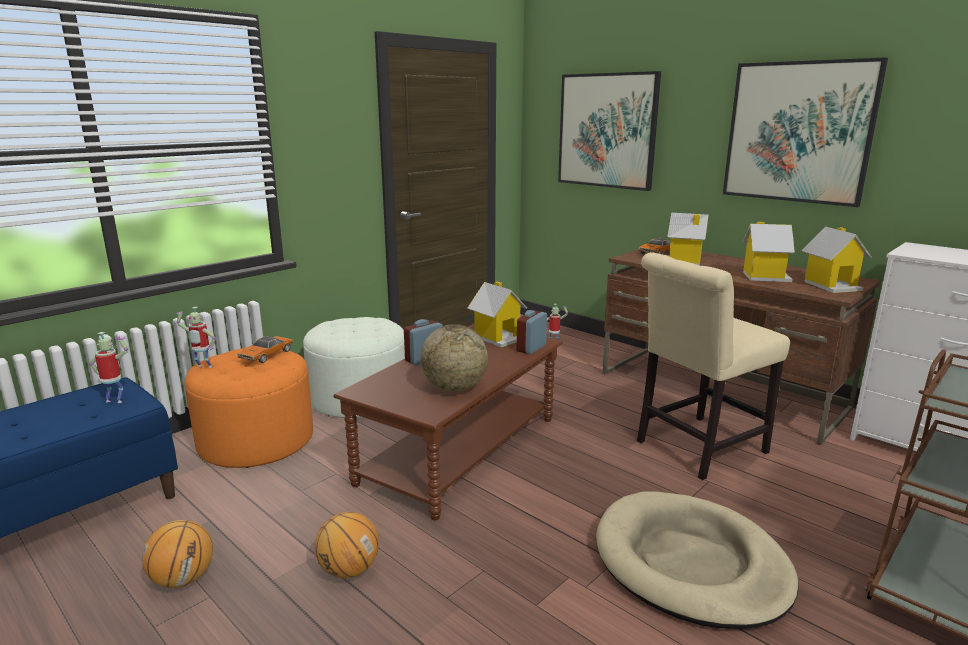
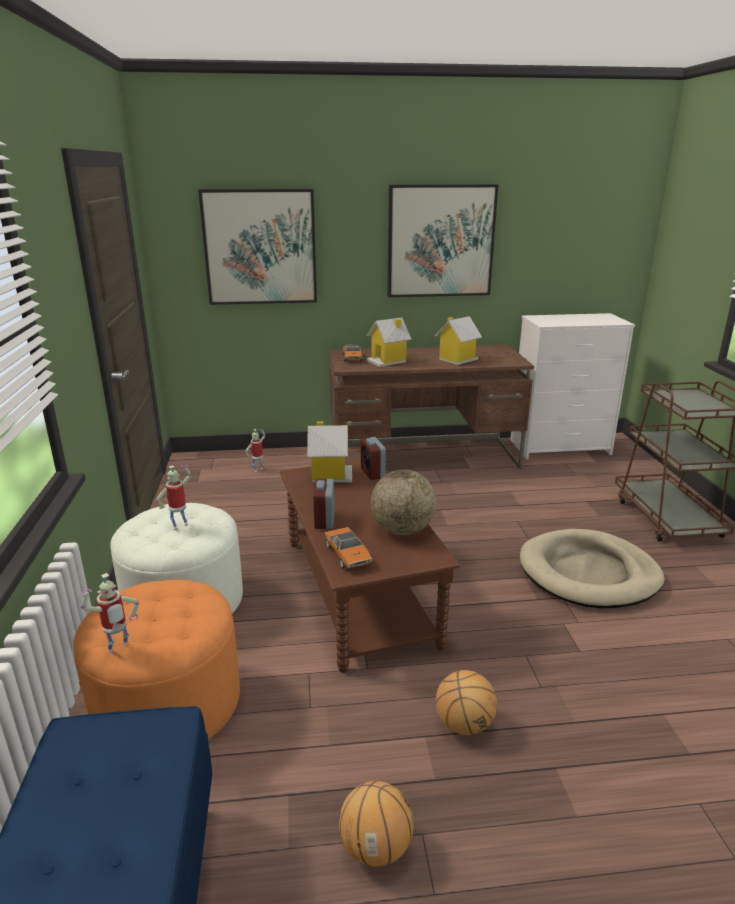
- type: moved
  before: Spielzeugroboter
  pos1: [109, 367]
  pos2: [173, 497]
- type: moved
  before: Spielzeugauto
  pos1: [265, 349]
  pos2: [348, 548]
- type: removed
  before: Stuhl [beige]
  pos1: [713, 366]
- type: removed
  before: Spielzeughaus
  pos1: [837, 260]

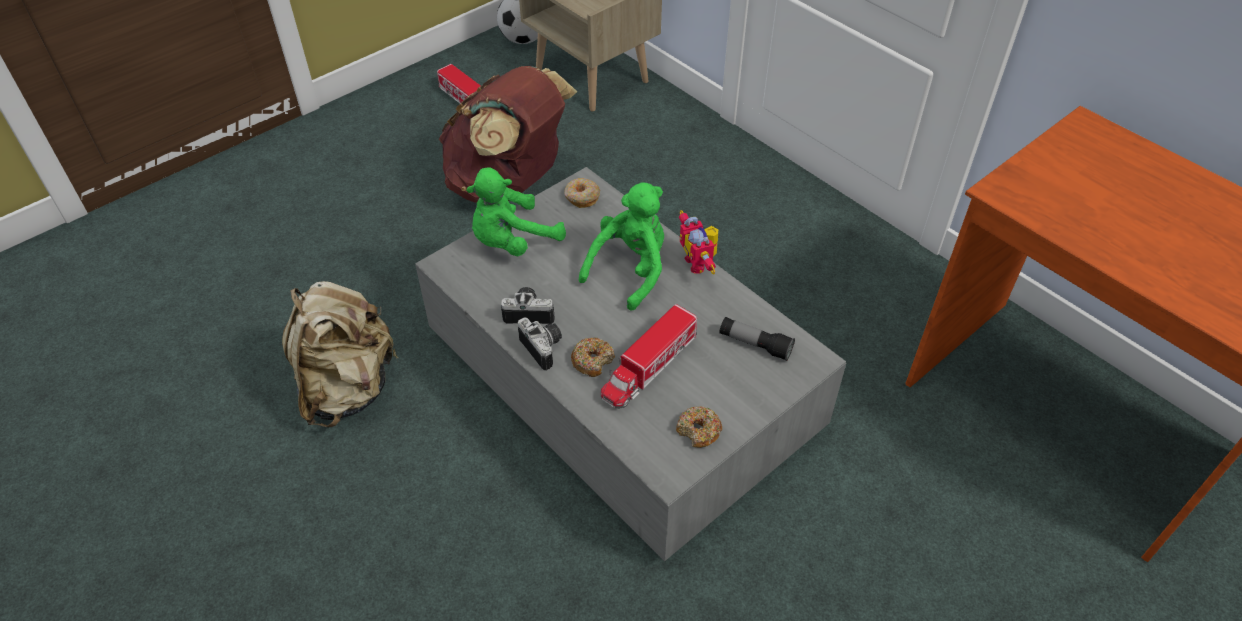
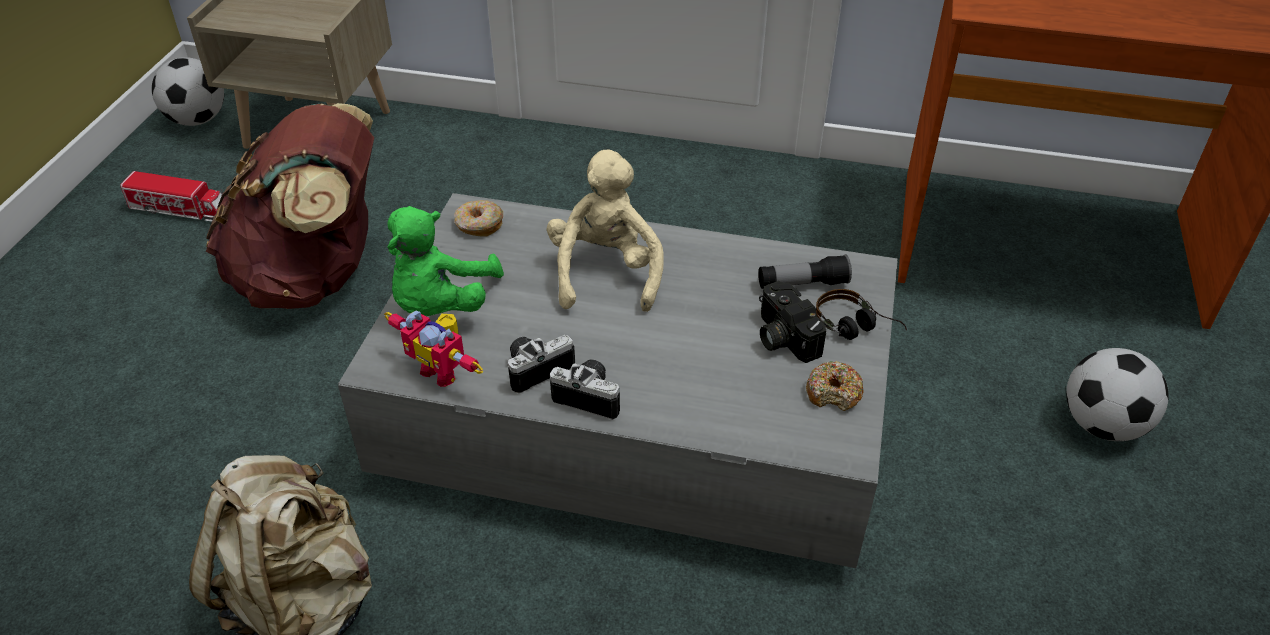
- type: moved
  before: Spielzeugroboter
  pos1: [698, 242]
  pos2: [433, 349]
- type: recoloured
  before: Plüschtier [grün]
  after: Plüschtier [beige]
  pos1: [621, 246]
  pos2: [605, 231]
- type: added
  after: Kamera
  pos2: [792, 322]
- type: added
  after: Kopfhörer
  pos2: [861, 314]
- type: added
  after: Fußball
  pos2: [1117, 394]
- type: removed
  before: Donut
  pos1: [593, 357]
- type: removed
  before: Spielzeuglaster
  pos1: [649, 356]

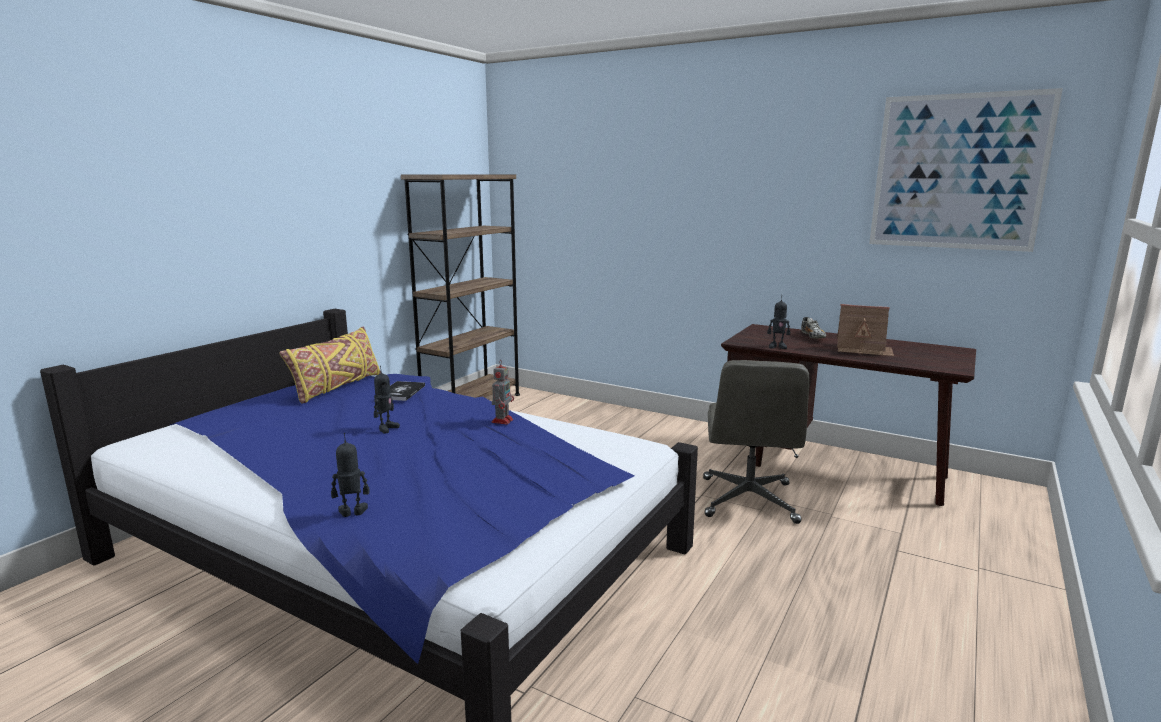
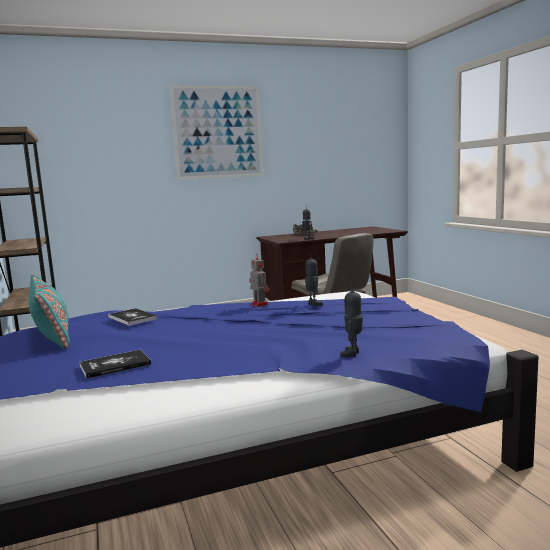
- type: recoloured
  before: Kissen [gelb]
  after: Kissen [türkis]
  pos1: [330, 365]
  pos2: [48, 312]
- type: added
  after: Buch
  pos2: [115, 364]
- type: moved
  before: Bild
  pos1: [966, 170]
  pos2: [216, 132]
- type: moved
  before: Spielzeugroboter
  pos1: [387, 399]
  pos2: [314, 279]
- type: removed
  before: Spielzeughaus
  pos1: [865, 330]

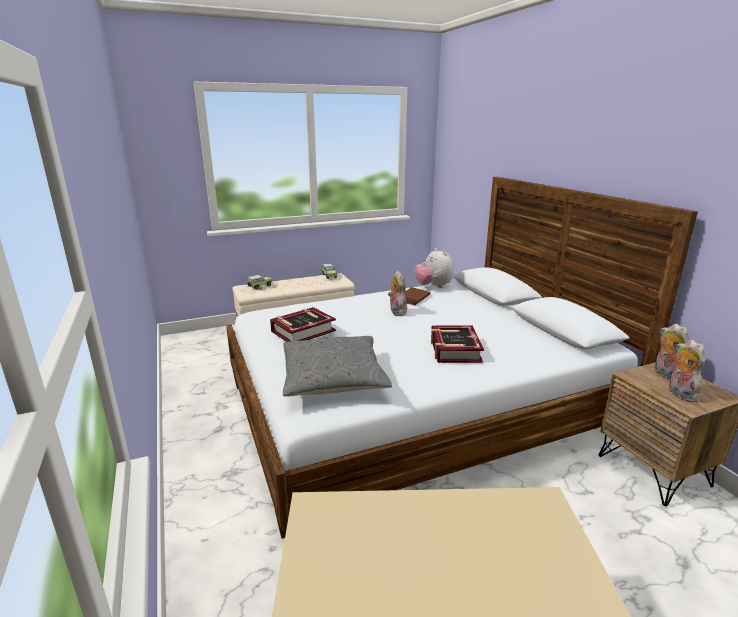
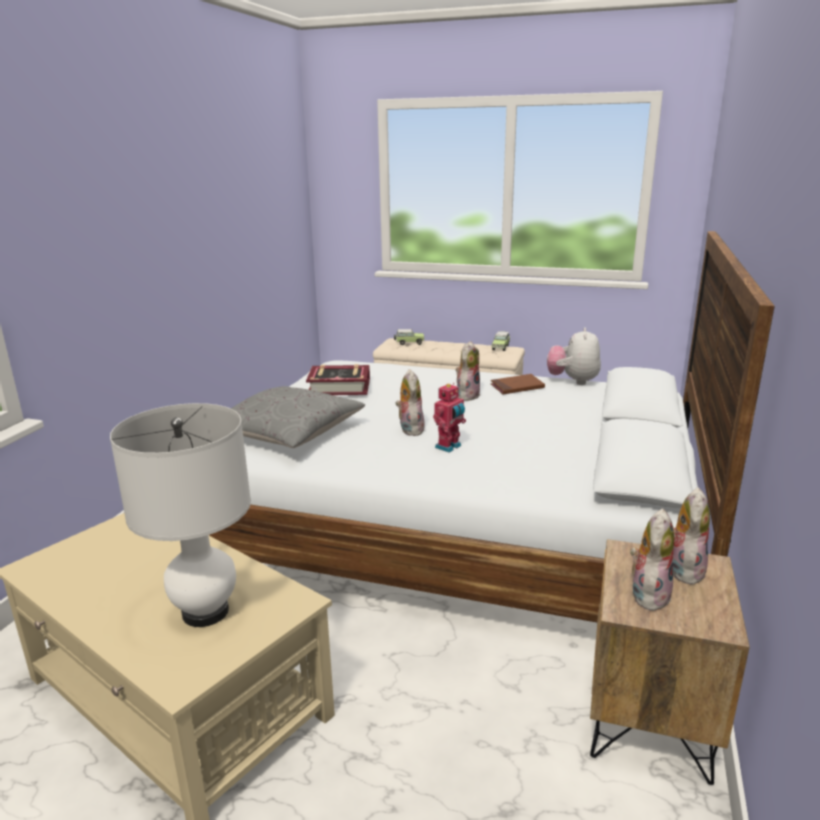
- type: added
  after: Tischlampe [weiß]
  pos2: [180, 515]
- type: added
  after: Plüschtier
  pos2: [410, 402]
- type: replaced
  before: Buch
  after: Spielzeugroboter
  pos1: [457, 344]
  pos2: [449, 418]

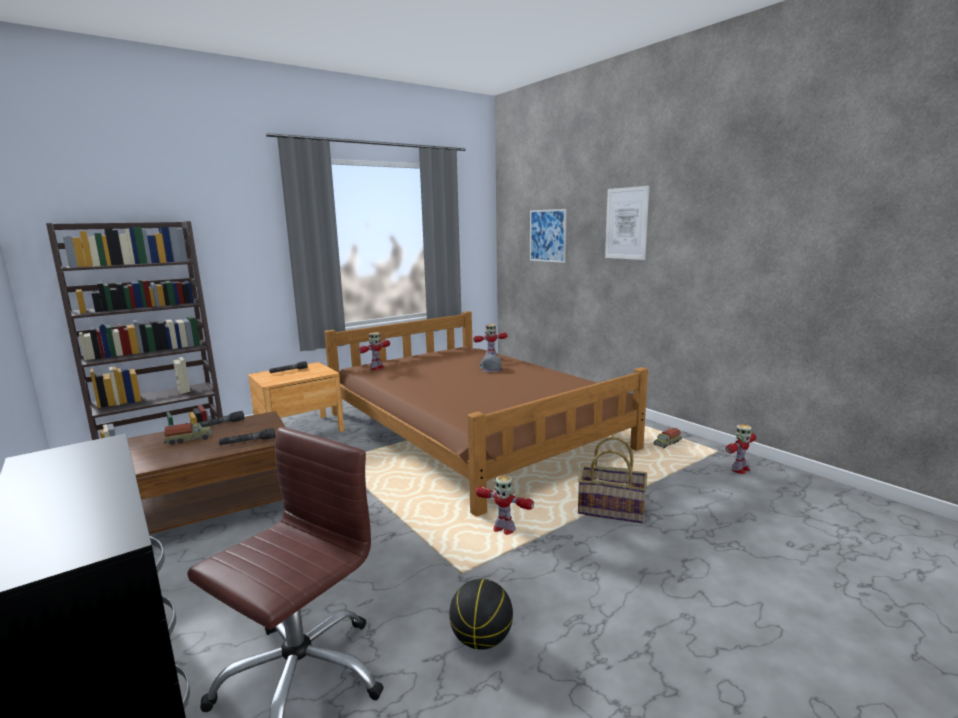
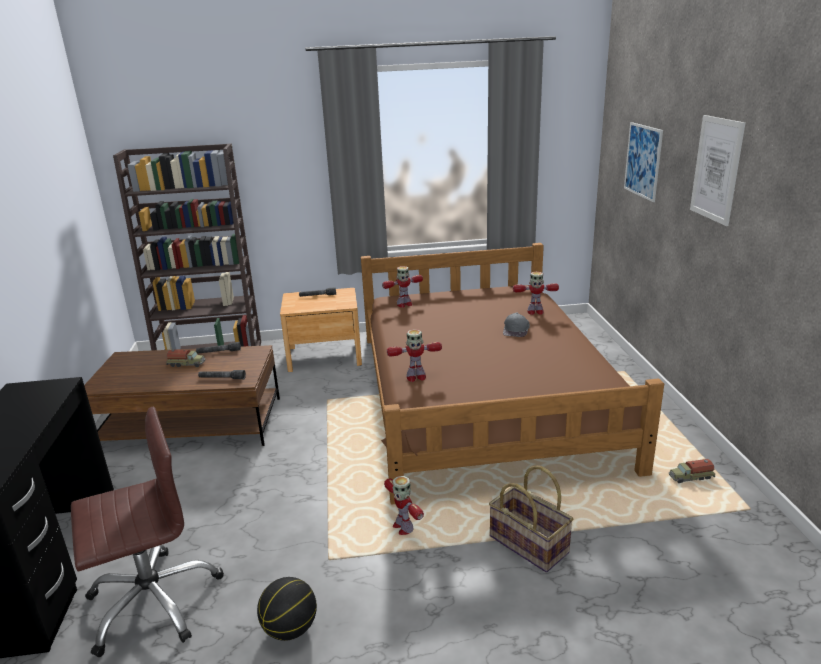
- type: moved
  before: Spielzeugroboter
  pos1: [741, 449]
  pos2: [414, 355]

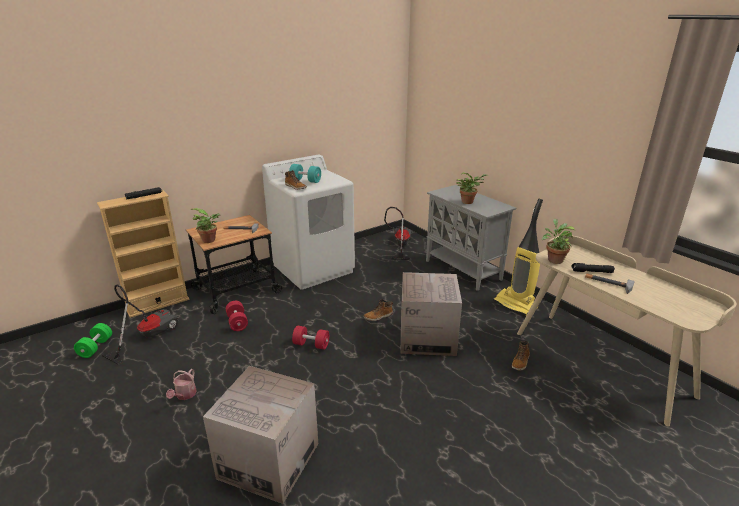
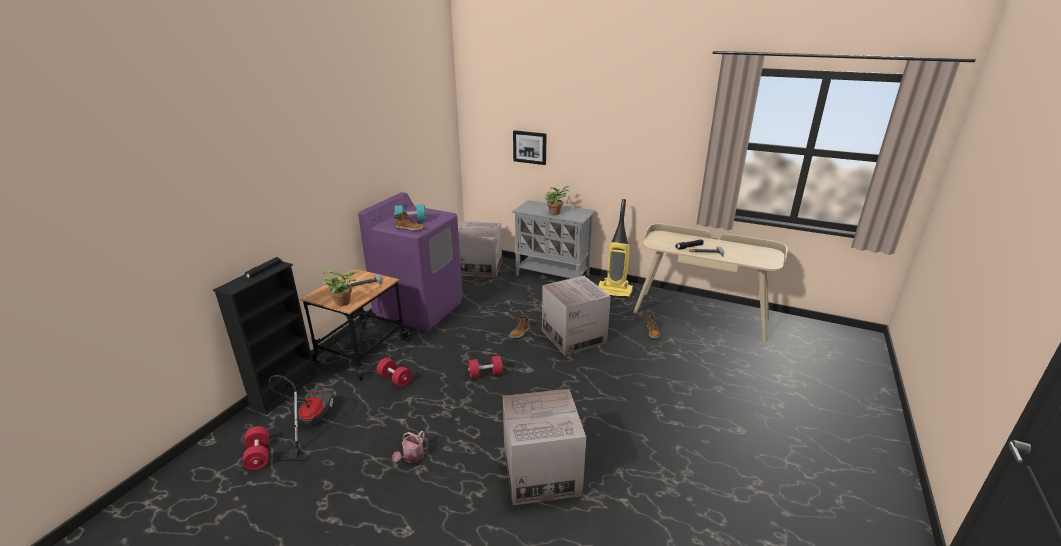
- type: recoloured
  before: Bücherregal [beige]
  after: Bücherregal [schwarz]
  pos1: [143, 254]
  pos2: [265, 338]
- type: recoloured
  before: Hantel [grün]
  after: Hantel [rot]
  pos1: [93, 340]
  pos2: [256, 448]
- type: recoloured
  before: Waschmaschine [weiß]
  after: Waschmaschine [lila]
  pos1: [308, 222]
  pos2: [410, 261]
- type: turned
  before: Gießkanne
  pos1: [181, 384]
  pos2: [409, 447]
  turn: 45
- type: replaced
  before: Staubsauger
  after: Karton
  pos1: [397, 233]
  pos2: [480, 249]
- type: added
  after: Bild
  pos2: [529, 147]
- type: removed
  before: Topfpflanze
  pos1: [558, 241]

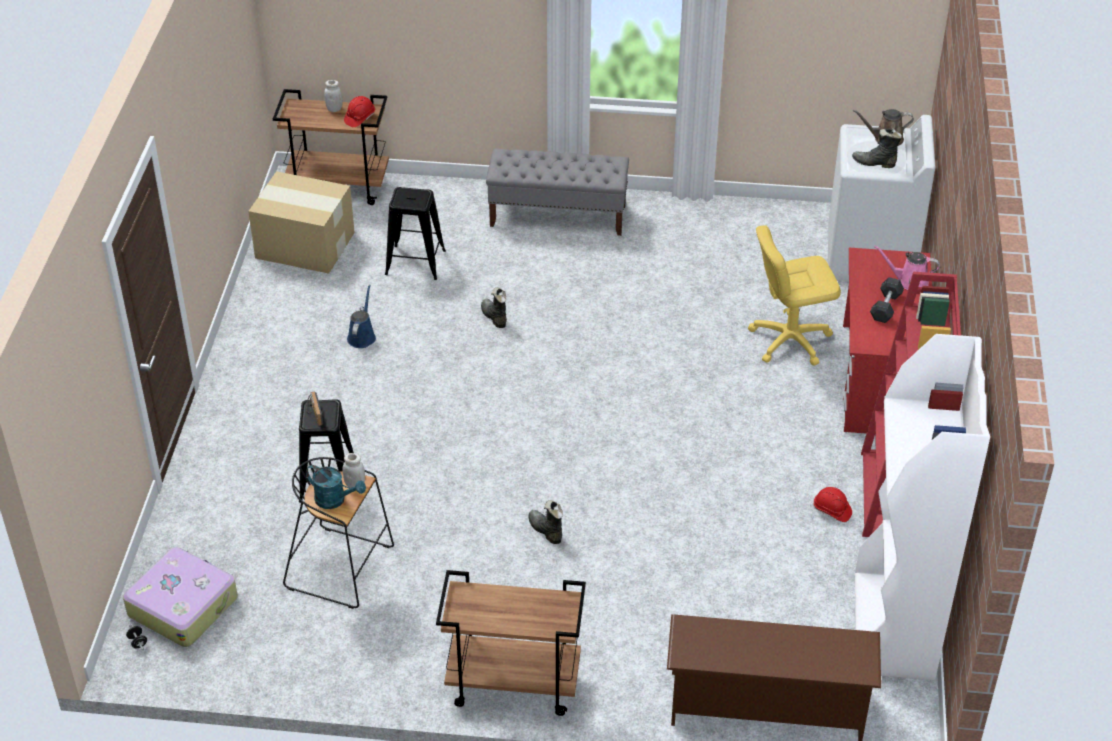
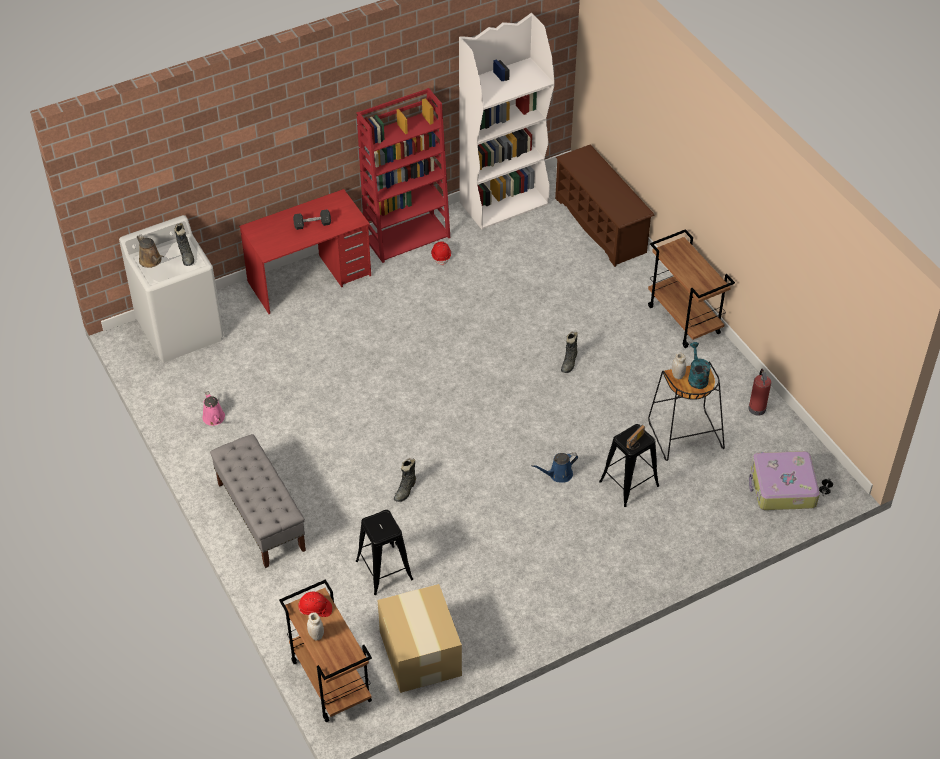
- type: moved
  before: Gießkanne [rosa]
  pos1: [907, 268]
  pos2: [213, 408]
- type: moved
  before: Gießkanne [blau]
  pos1: [361, 316]
  pos2: [555, 467]
- type: added
  after: Feuerlöscher
  pos2: [759, 392]
- type: removed
  before: Bürostuhl [gelb]
  pos1: [794, 295]

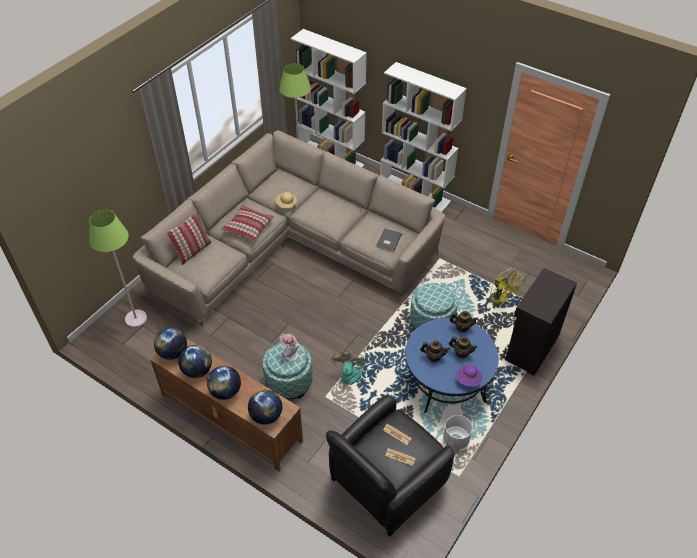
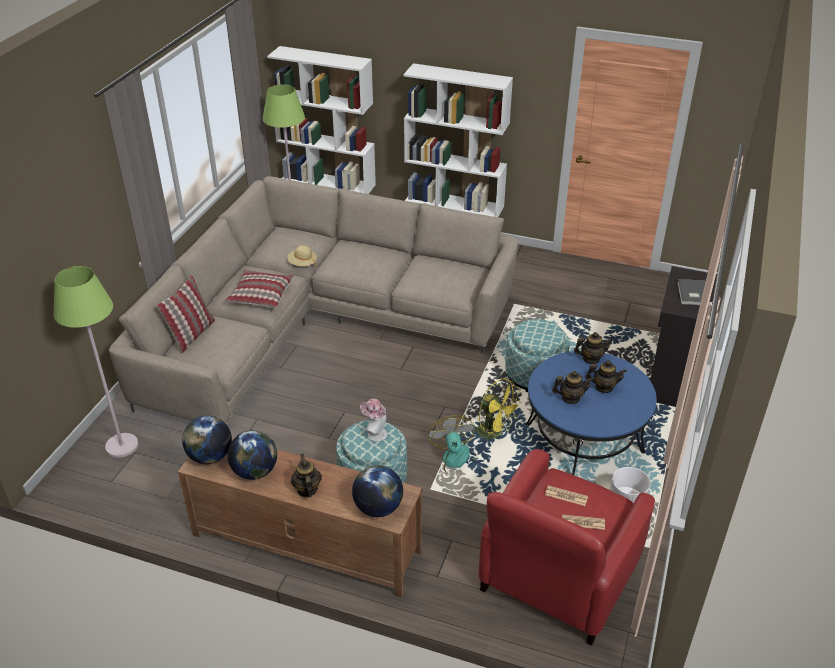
- type: replaced
  before: Globus
  after: Teekanne
  pos1: [224, 383]
  pos2: [306, 476]
- type: moved
  before: Ventilator [gelb]
  pos1: [506, 286]
  pos2: [499, 408]
- type: recoloured
  before: Sessel [schwarz]
  after: Sessel [rot]
  pos1: [390, 465]
  pos2: [567, 547]
- type: moved
  before: Buch [grau]
  pos1: [389, 240]
  pos2: [693, 292]
- type: removed
  before: Hut [lila]
  pos1: [469, 376]

